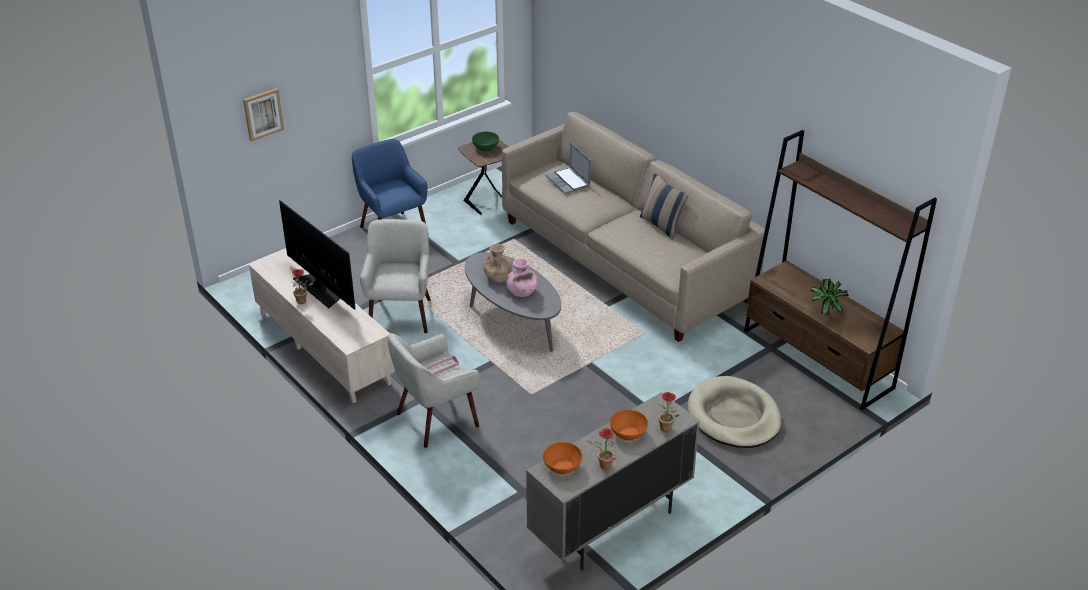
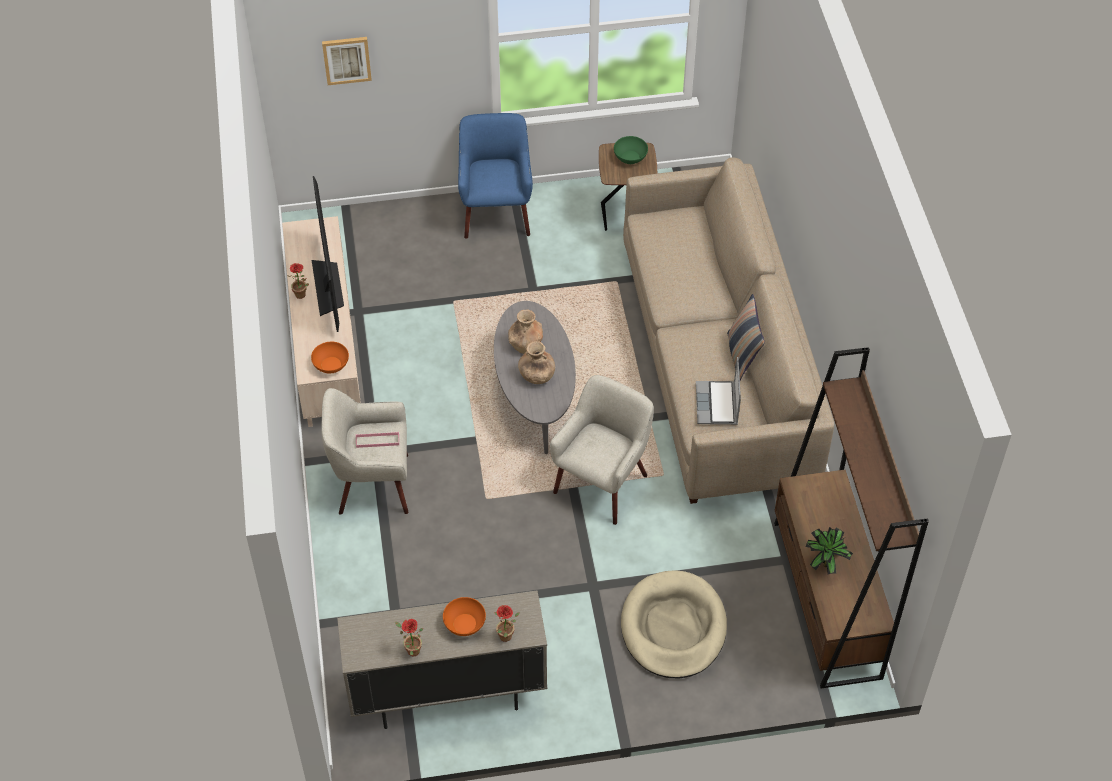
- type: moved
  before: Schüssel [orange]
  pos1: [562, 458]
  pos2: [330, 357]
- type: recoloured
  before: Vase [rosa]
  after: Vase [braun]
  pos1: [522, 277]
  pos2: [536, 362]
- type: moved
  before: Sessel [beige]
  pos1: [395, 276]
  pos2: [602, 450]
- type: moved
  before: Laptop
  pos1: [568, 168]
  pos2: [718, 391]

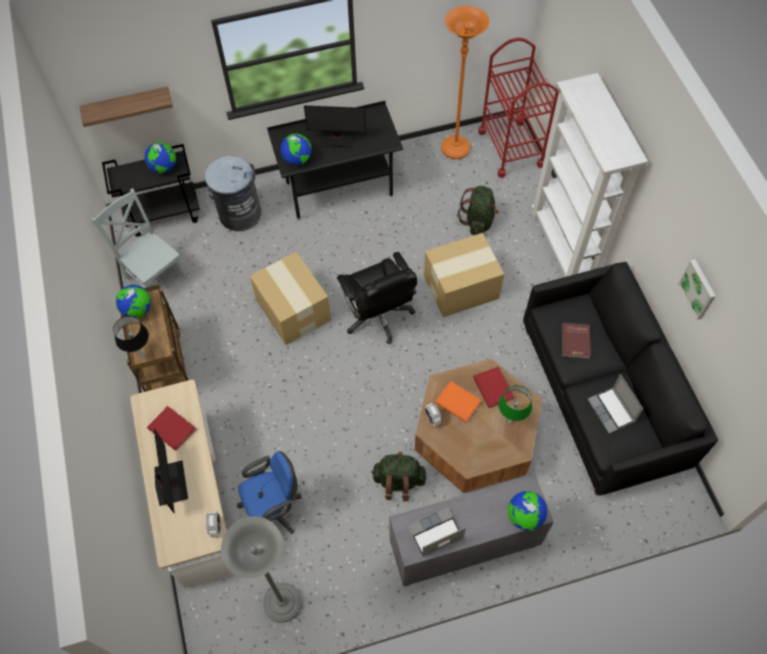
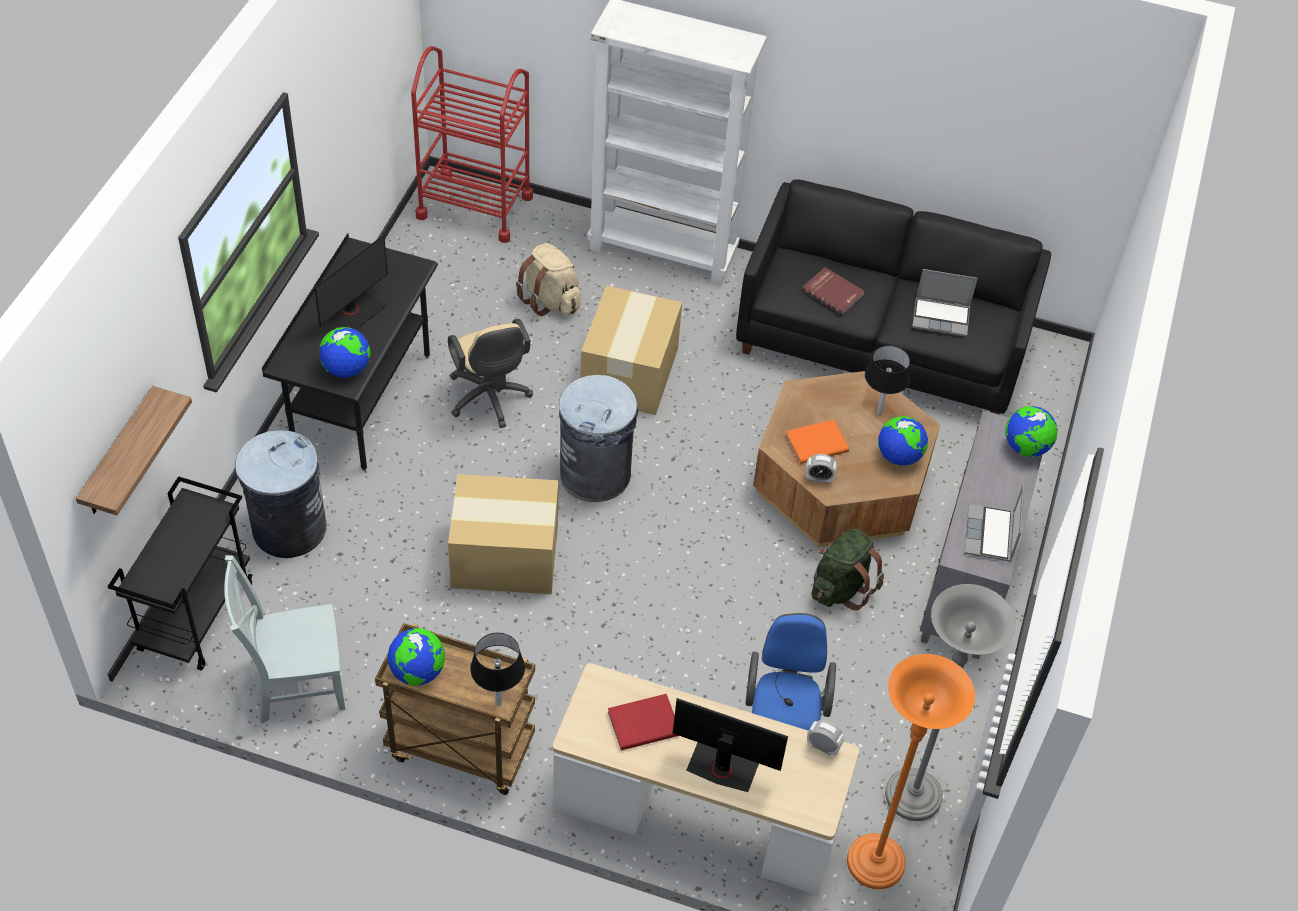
- type: added
  after: Bürostuhl [beige]
  pos2: [490, 373]
- type: recoloured
  before: Rucksack [grün]
  after: Rucksack [beige]
  pos1: [478, 210]
  pos2: [548, 279]
- type: replaced
  before: Bürostuhl [schwarz]
  after: Mülleimer [grau]
  pos1: [377, 298]
  pos2: [598, 438]
- type: moved
  before: Stehlampe [orange]
  pos1: [465, 82]
  pos2: [911, 771]
- type: recoloured
  before: Tischlampe [grün]
  after: Tischlampe [schwarz]
  pos1: [515, 404]
  pos2: [887, 380]
- type: moved
  before: Globus
  pos1: [160, 157]
  pos2: [903, 441]
- type: removed
  before: Buch [rot]
  pos1: [493, 387]
- type: removed
  before: Bild
  pos1: [697, 290]

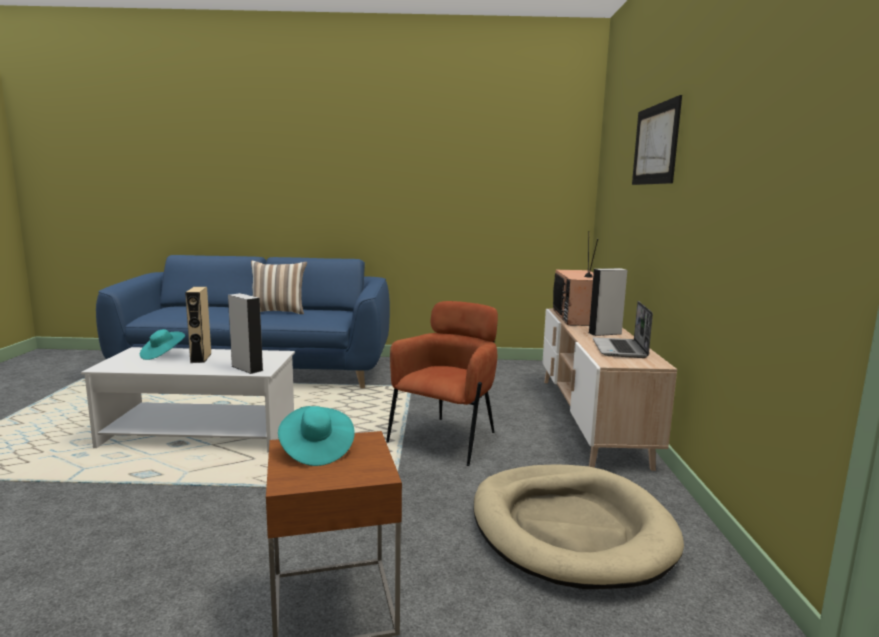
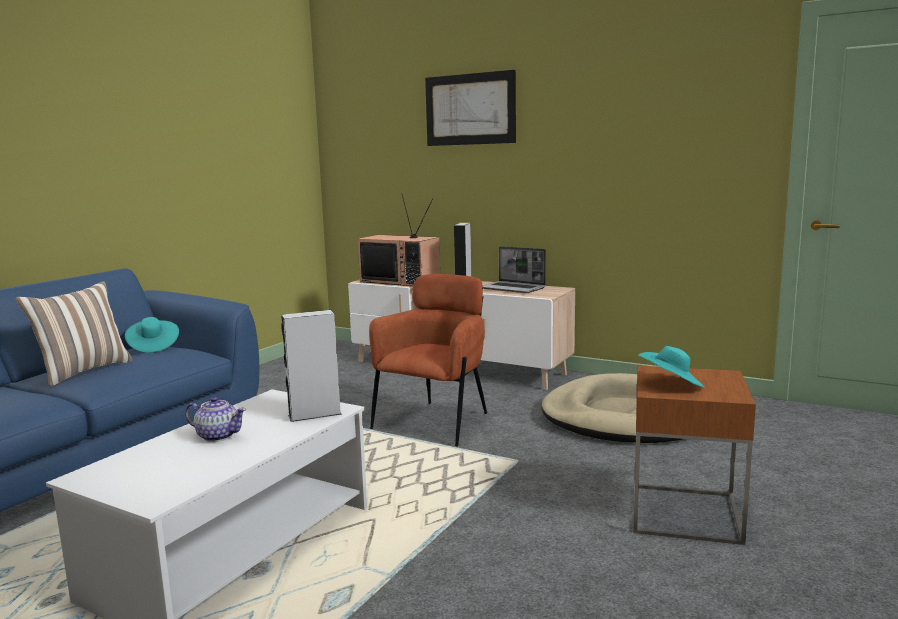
- type: moved
  before: Hut [türkis]
  pos1: [162, 344]
  pos2: [152, 335]
- type: replaced
  before: Lautsprecher [beige]
  after: Teekanne
  pos1: [198, 325]
  pos2: [215, 419]
- type: turned
  before: Sessel [braun]
  pos1: [442, 383]
  pos2: [428, 360]
  turn: 60

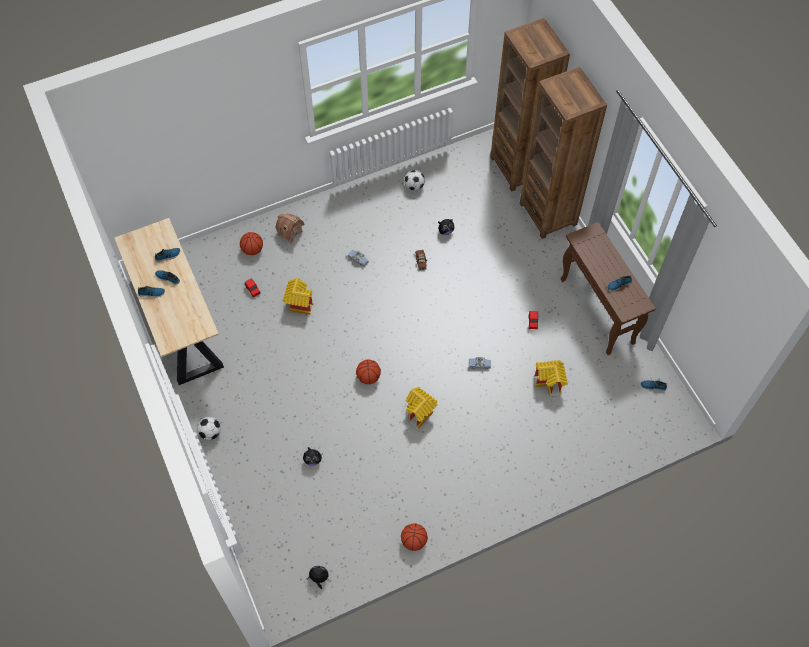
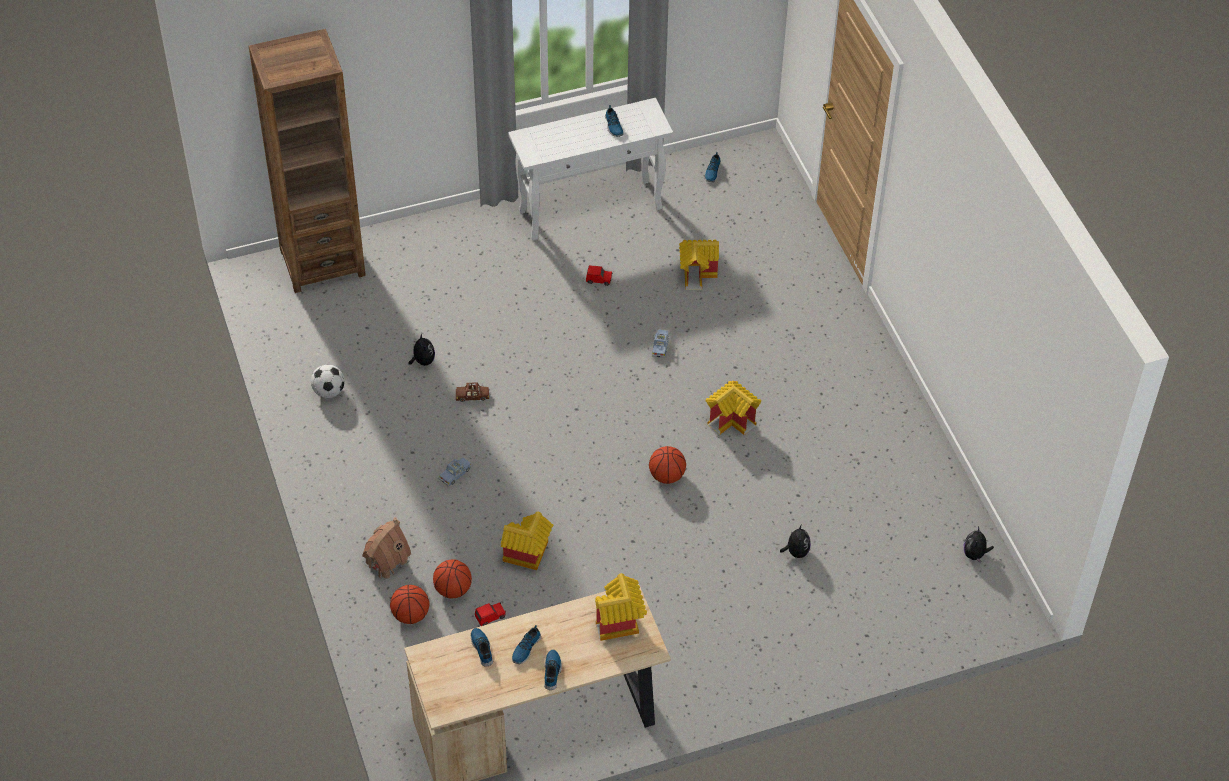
- type: moved
  before: Basketball
  pos1: [414, 537]
  pos2: [452, 579]
- type: recoloured
  before: Konsolentisch [braun]
  after: Konsolentisch [weiß]
  pos1: [608, 288]
  pos2: [590, 169]
- type: added
  after: Spielzeughaus
  pos2: [621, 607]
- type: removed
  before: Fußball
  pos1: [209, 428]
- type: removed
  before: Bücherregal [braun]
  pos1: [563, 153]

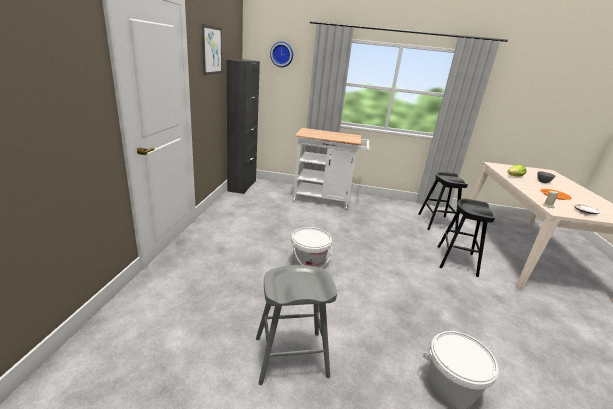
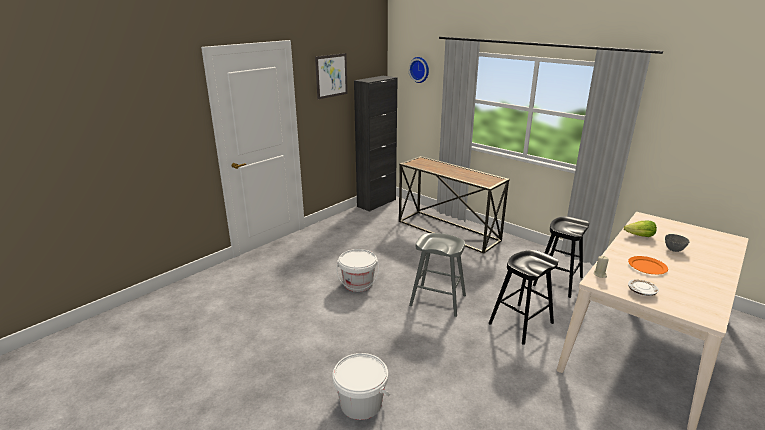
- type: replaced
  before: Rollwagen [weiß]
  after: Konsolentisch
  pos1: [331, 169]
  pos2: [454, 205]
- type: moved
  before: Hocker [grau]
  pos1: [296, 325]
  pos2: [437, 275]

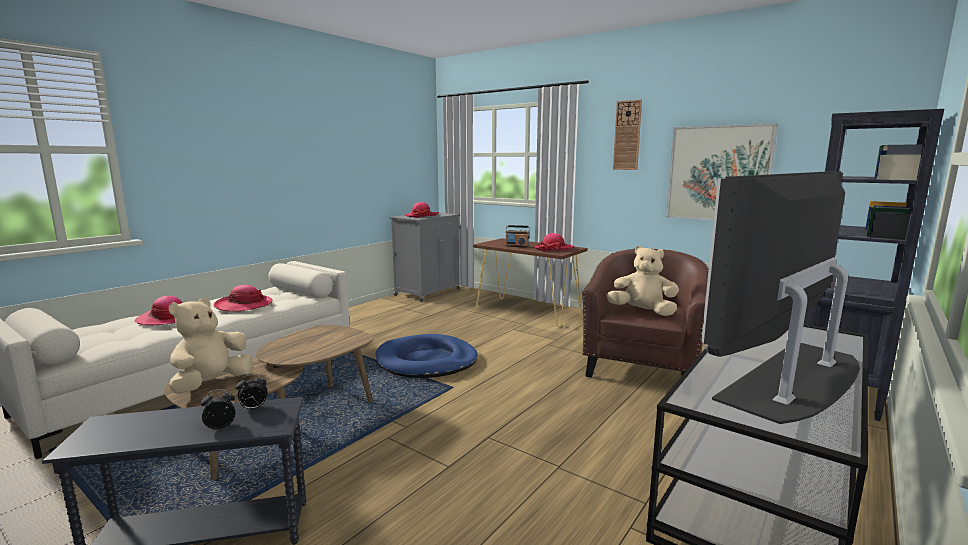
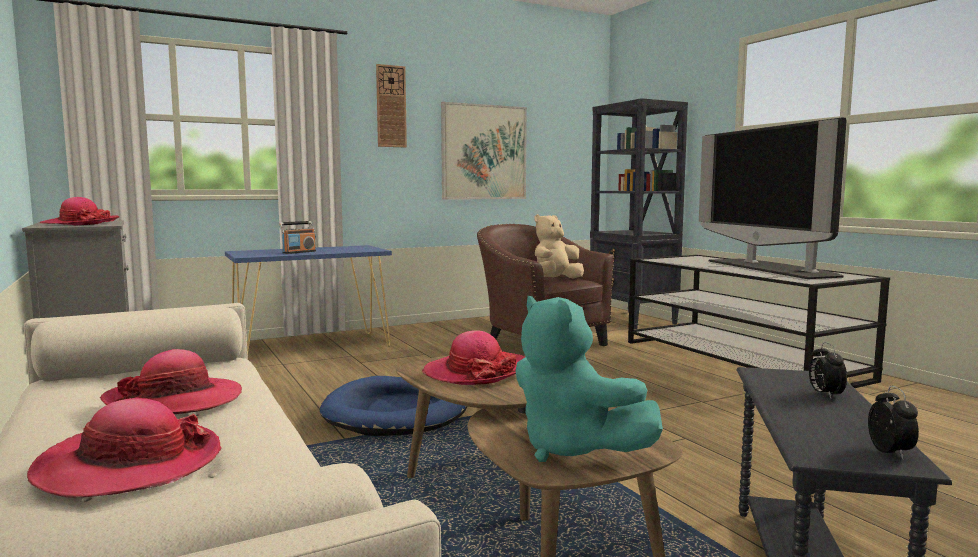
- type: recoloured
  before: Konsolentisch [braun]
  after: Konsolentisch [blau]
  pos1: [530, 282]
  pos2: [308, 299]
- type: moved
  before: Hut
  pos1: [554, 242]
  pos2: [473, 357]
- type: recoloured
  before: Plüschtier [beige]
  after: Plüschtier [türkis]
  pos1: [211, 346]
  pos2: [589, 379]
- type: moved
  before: Wecker
  pos1: [251, 392]
  pos2: [893, 423]

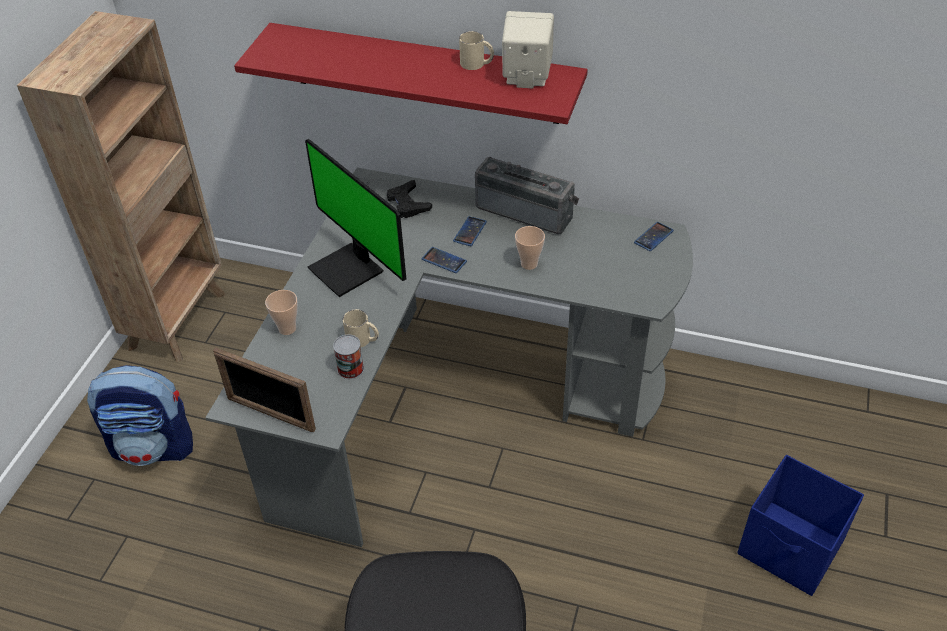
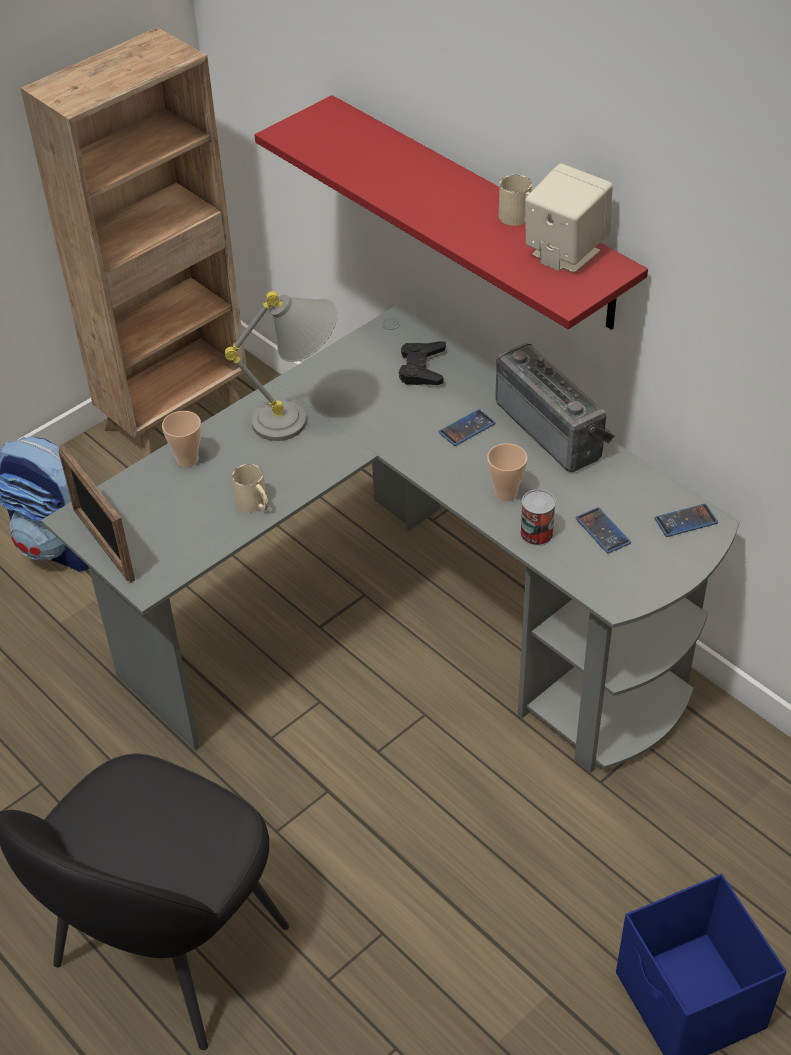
- type: replaced
  before: Monitor
  after: Tischlampe [grau]
  pos1: [355, 218]
  pos2: [281, 366]
- type: moved
  before: Dose
  pos1: [348, 357]
  pos2: [538, 517]
- type: moved
  before: Handy
  pos1: [444, 260]
  pos2: [603, 530]

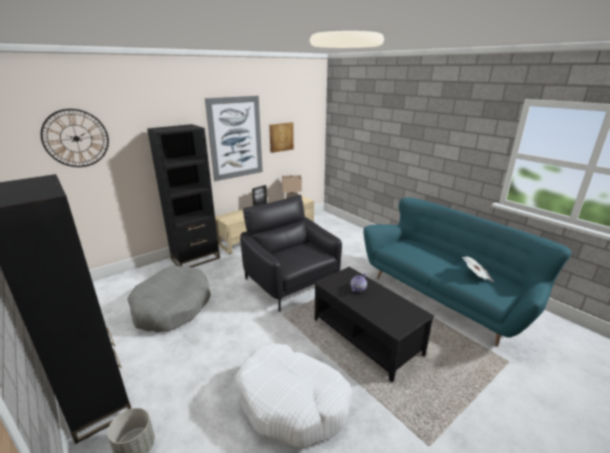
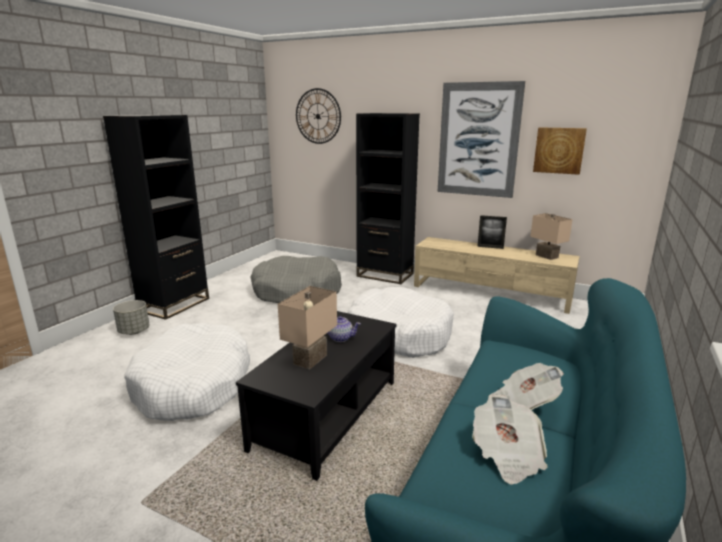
- type: added
  after: Tischlampe [beige]
  pos2: [307, 328]
- type: replaced
  before: Sessel [schwarz]
  after: Hundebett [weiß]
  pos1: [291, 252]
  pos2: [400, 322]
- type: added
  after: Zeitung
  pos2: [526, 386]

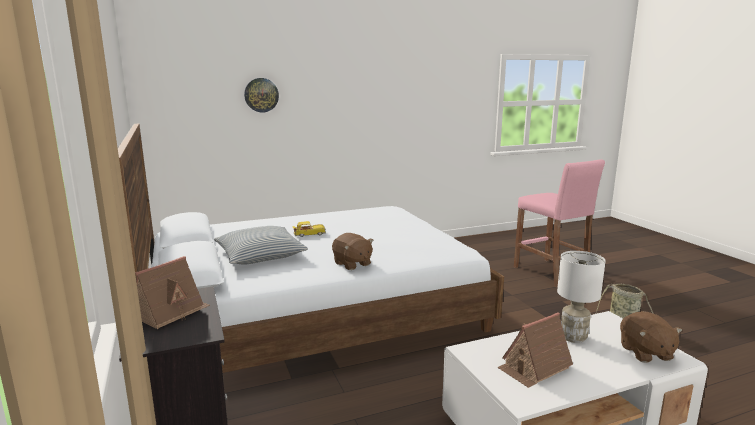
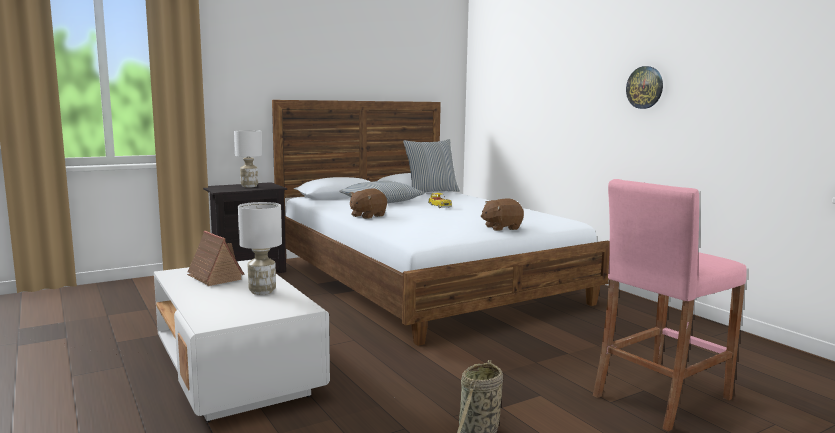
- type: replaced
  before: Spielzeughaus
  after: Tischlampe [weiß]
  pos1: [172, 292]
  pos2: [248, 158]
- type: added
  after: Kissen
  pos2: [431, 166]
- type: moved
  before: Plüschtier [braun]
  pos1: [651, 337]
  pos2: [502, 215]
- type: moved
  before: Wanduhr
  pos1: [261, 95]
  pos2: [644, 87]

